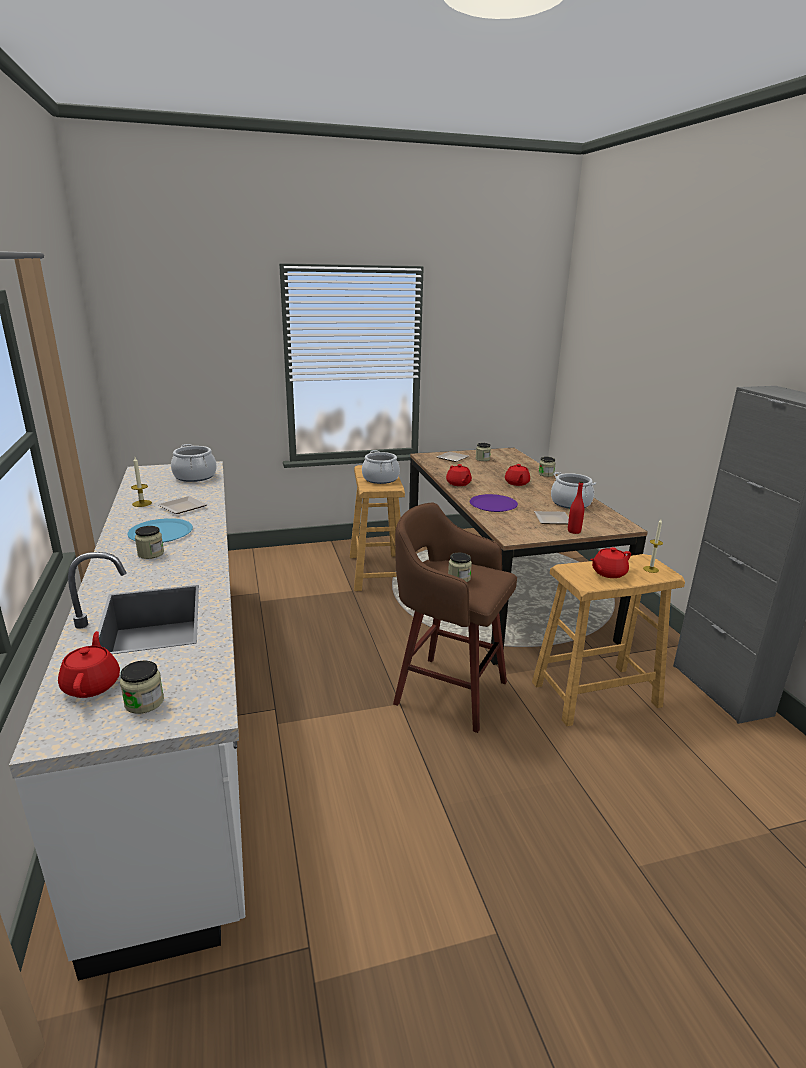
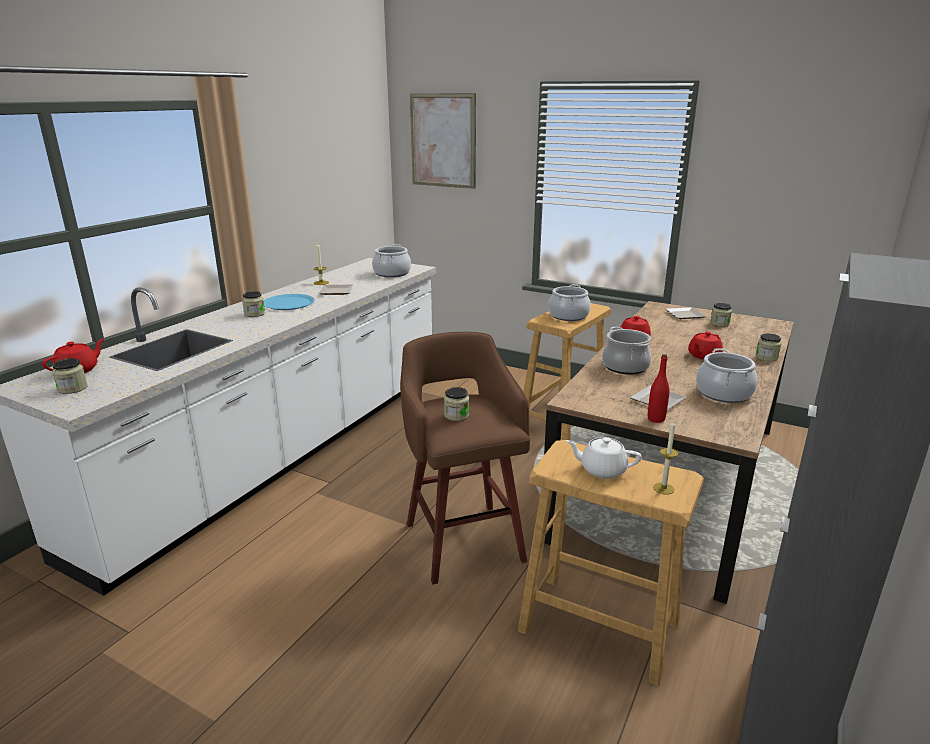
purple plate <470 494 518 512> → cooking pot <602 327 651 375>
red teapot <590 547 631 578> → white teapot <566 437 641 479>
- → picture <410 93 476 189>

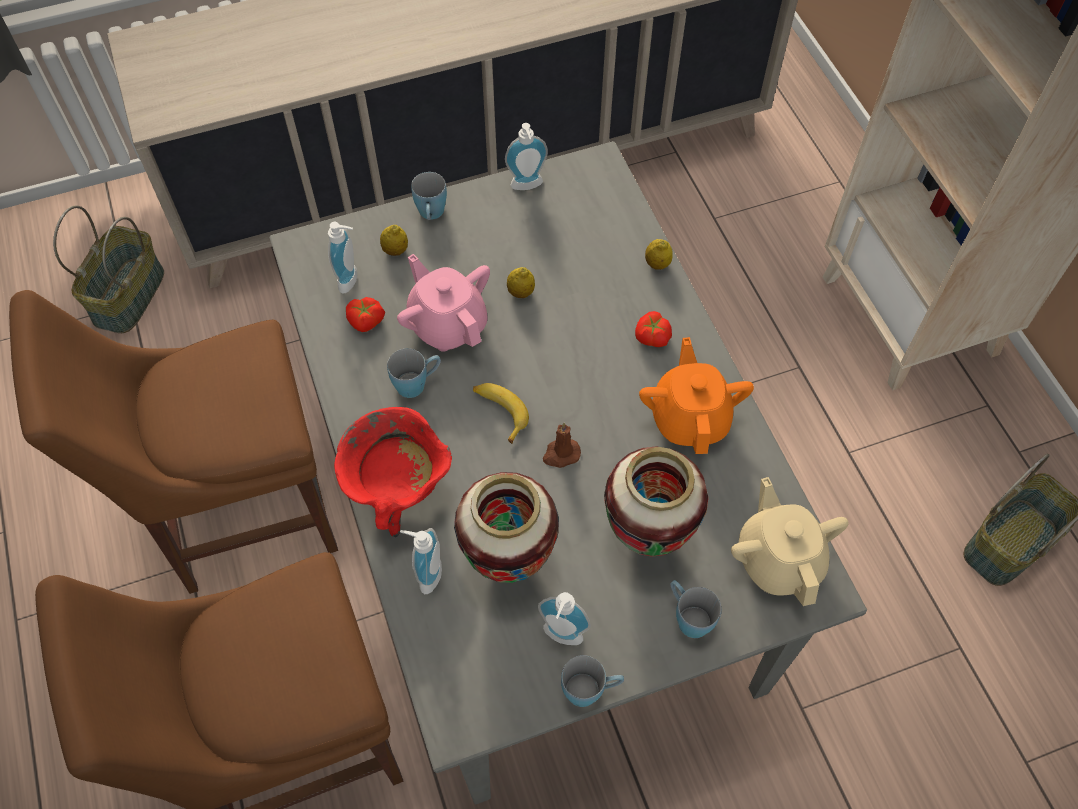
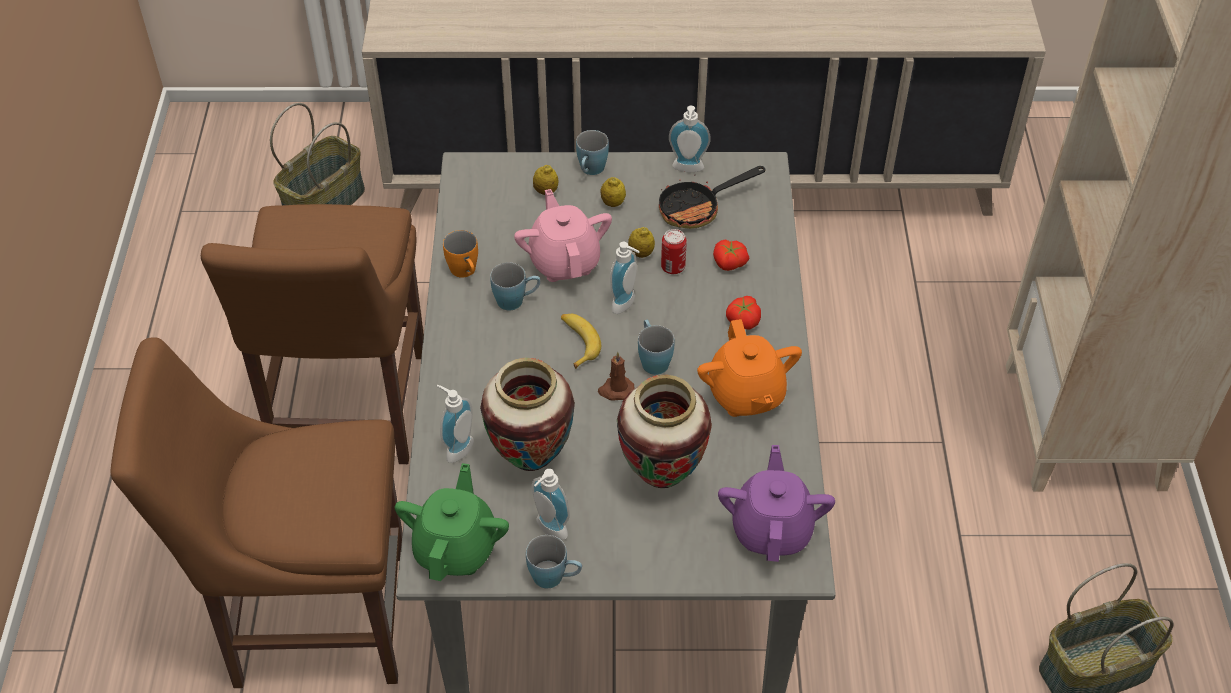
brown chair <9 290 338 594> → brown chair <201 204 424 464>, 90 degrees counterclockwise
soap dispenser <328 222 357 294> → soap dispenser <610 242 640 314>, move
red cooking pot <334 407 452 538> → -
tomato <346 297 385 332> → tomato <713 239 749 271>, move
orange teapot <639 337 754 454> → orange teapot <697 319 802 417>, 150 degrees clockwise
lemon <645 239 673 270> → lemon <600 177 626 207>, move
blue mug <670 580 721 638> → blue mug <638 320 675 375>, move
beige teapot <731 477 848 606> → purple teapot <718 445 835 562>
- → green teapot <395 463 509 581>
- → orange mug <443 230 478 278>
- → frying pan <659 166 765 229>
- → can <661 229 687 274>

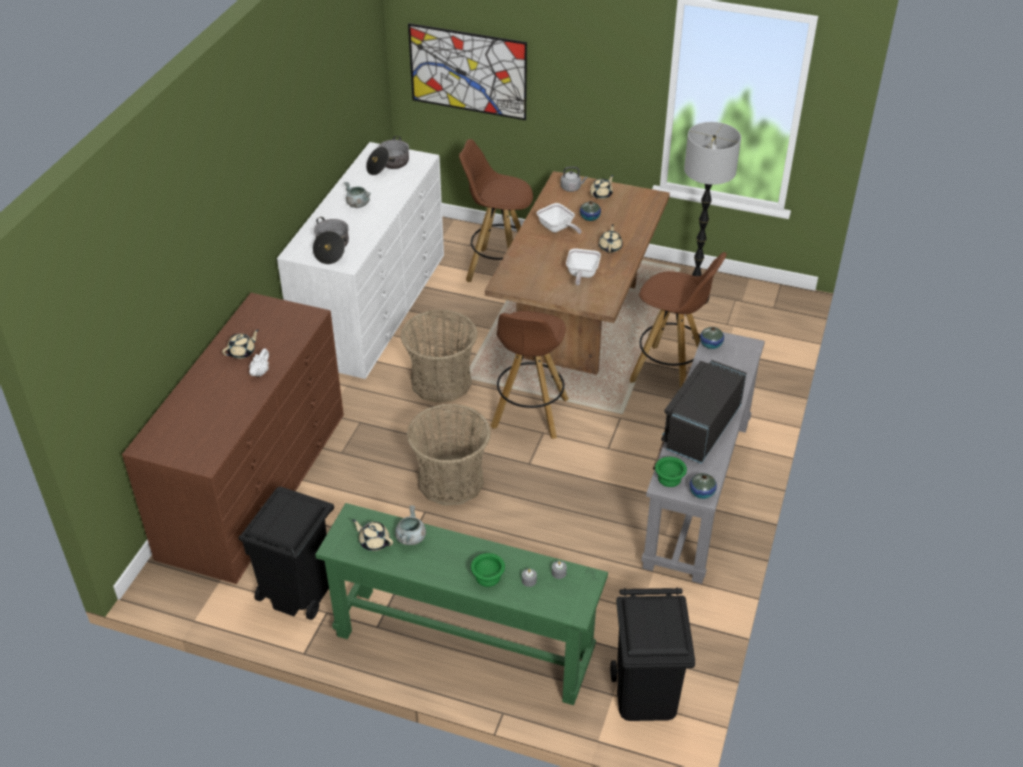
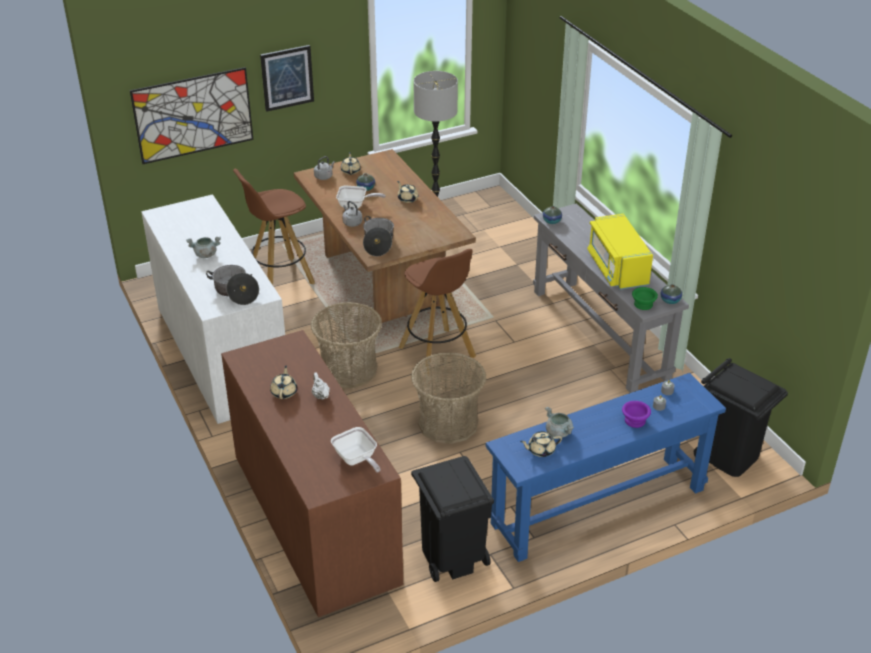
green console table <315 503 608 705> → blue console table <486 373 726 562>
cooking pot <366 136 409 175> → cooking pot <363 216 394 256>, move
green bowl <471 553 505 587> → purple bowl <622 401 651 428>
frying pan <566 249 601 286> → frying pan <331 427 381 473>, move
brown stool <630 252 727 388> → -
black microwave <661 360 746 464> → yellow microwave <587 214 653 290>
- → picture <260 45 314 112>
- → grey kettle <342 201 362 227>

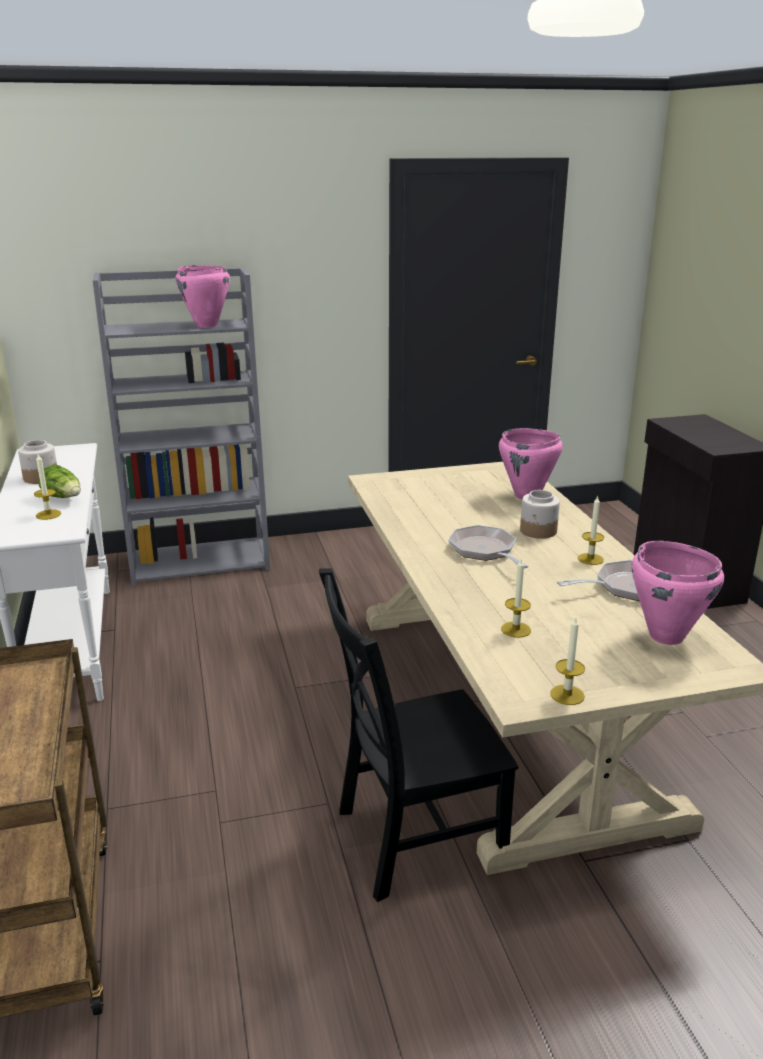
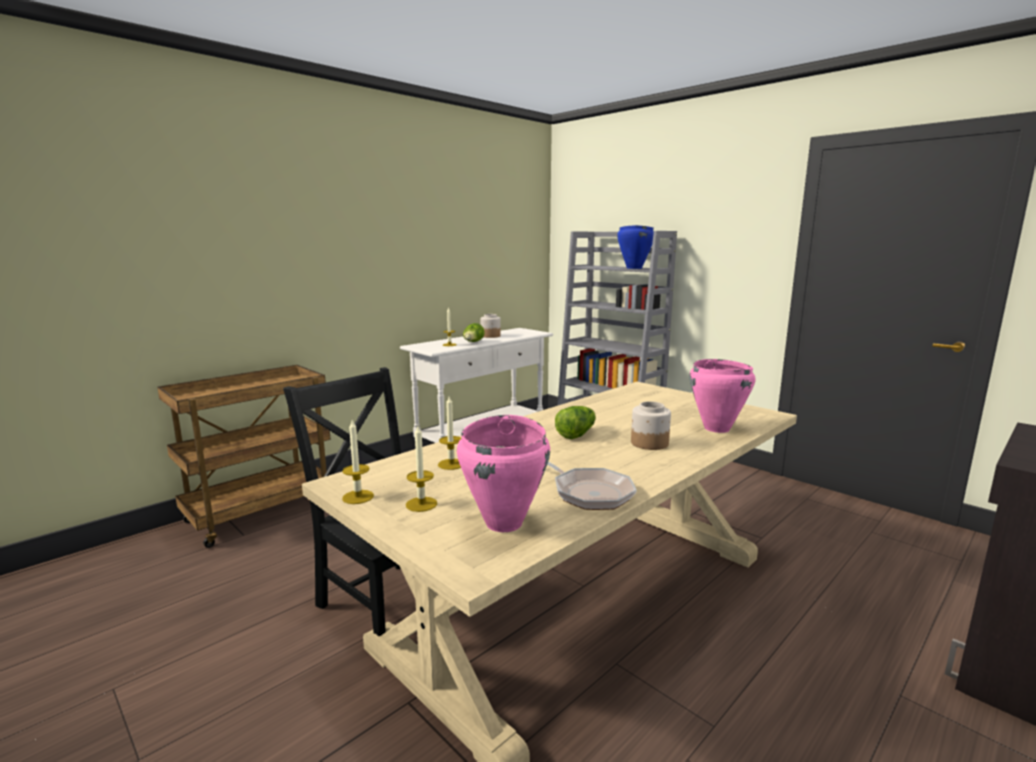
pink cooking pot <176 265 230 328> → blue cooking pot <617 225 654 269>
frying pan <448 525 529 568> → lettuce <555 406 596 439>
candle <578 495 604 565> → candle <406 426 437 512>, move

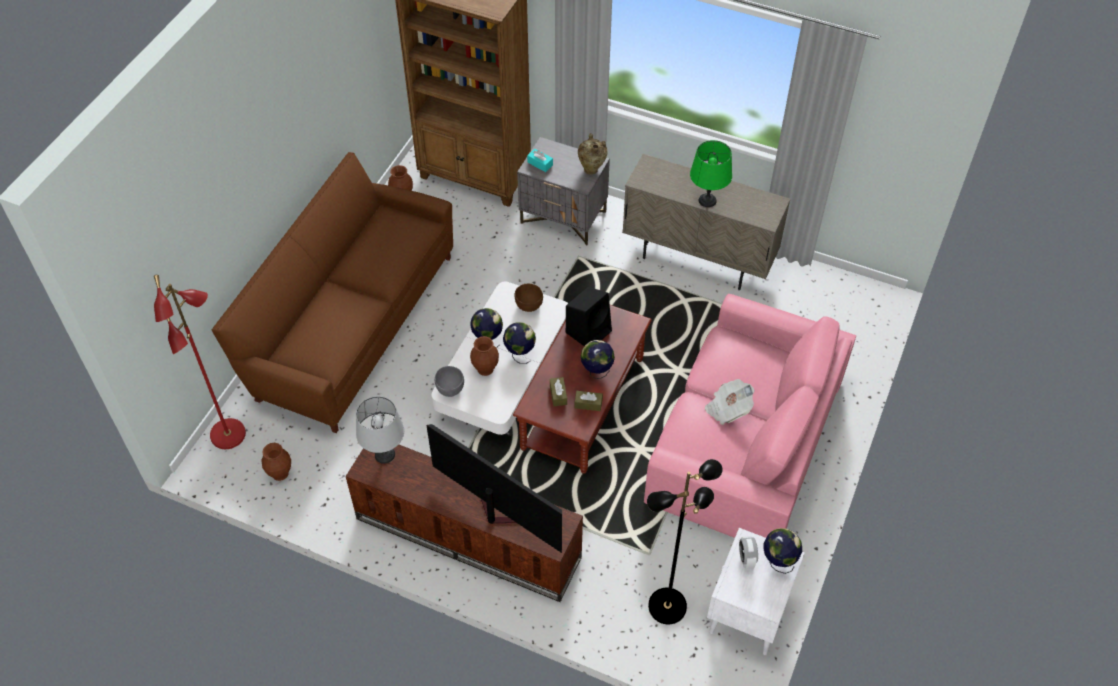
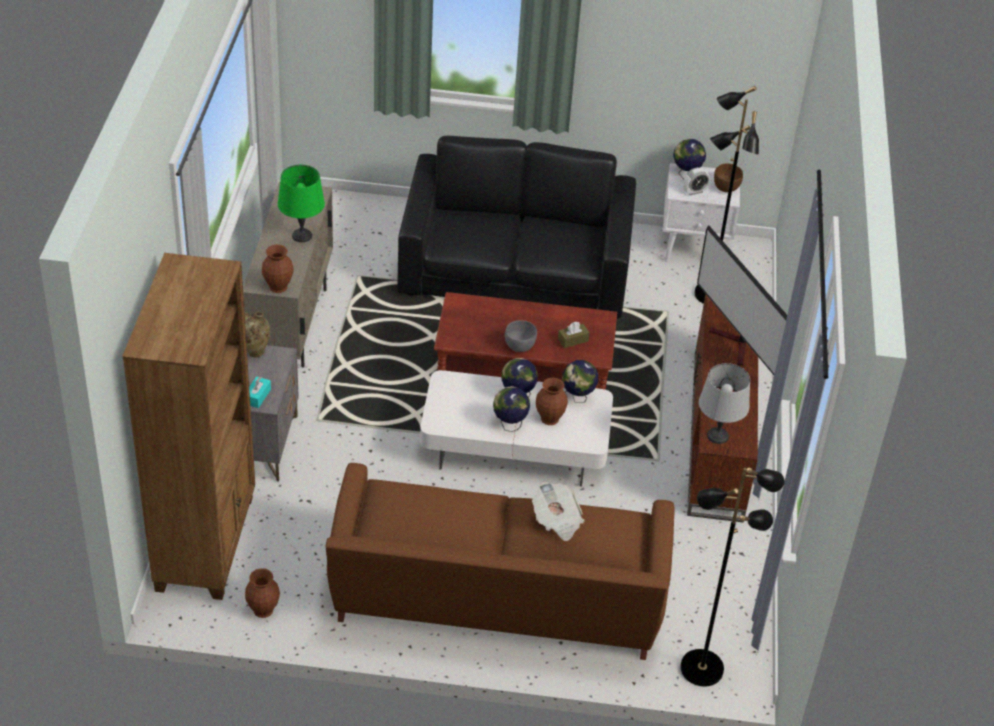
red floor lamp <154 275 246 449> → black floor lamp <680 467 785 686>
brown vase <261 443 291 481> → brown vase <262 244 294 293>, move
television <426 424 562 553> → television <697 225 787 375>, 45 degrees counterclockwise
grey bowl <435 366 464 397> → grey bowl <505 320 537 352>, move
brown bowl <515 284 543 312> → brown bowl <714 163 743 192>, move
black speaker <566 287 612 346> → -
brown tissue box <574 391 603 411> → -
globe <581 340 615 379> → globe <562 360 598 403>, move
pink sofa <644 294 856 538> → black sofa <397 136 636 318>
newspaper <705 379 755 425> → newspaper <532 482 584 541>, move

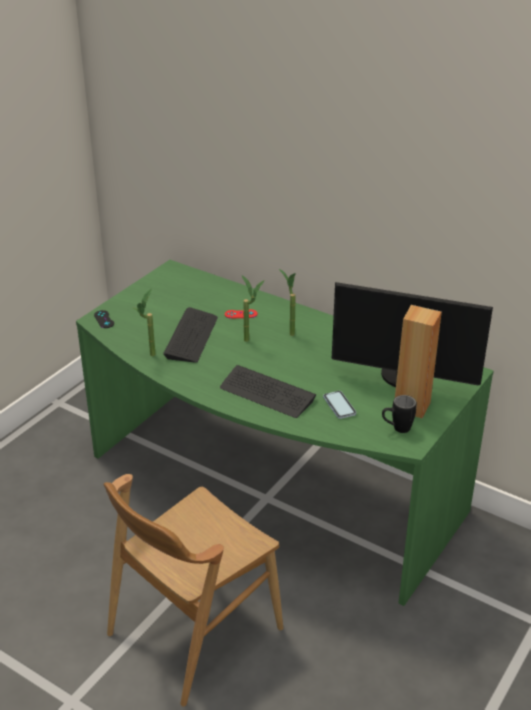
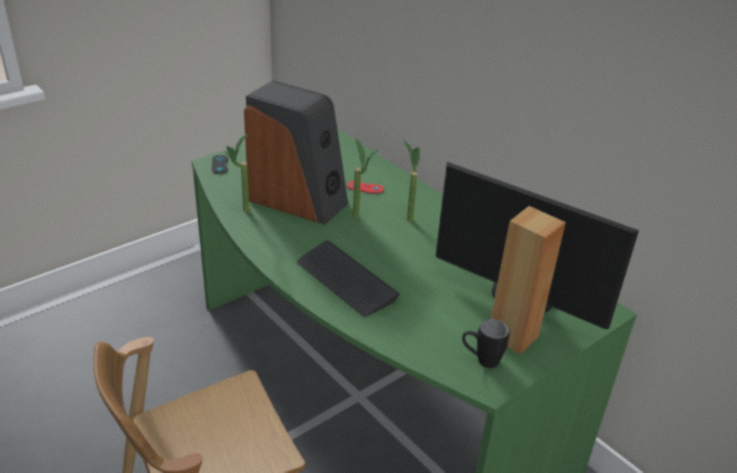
keyboard <163 307 218 363> → speaker <244 80 348 225>
phone <323 391 356 419> → -

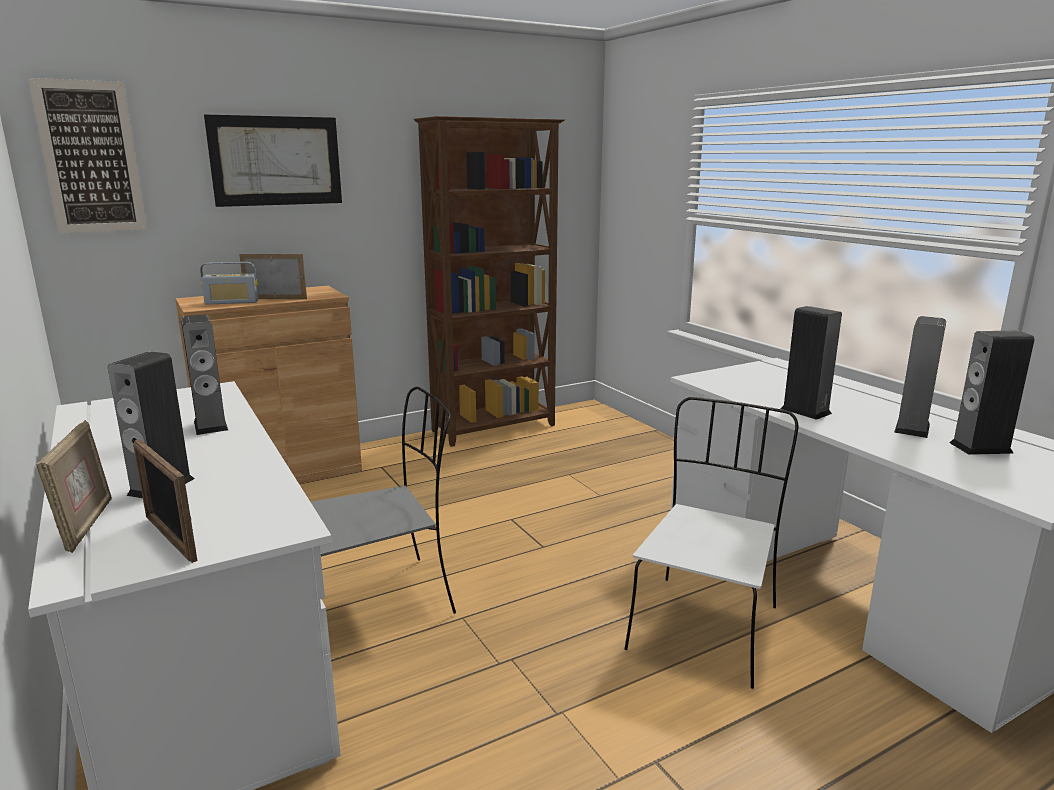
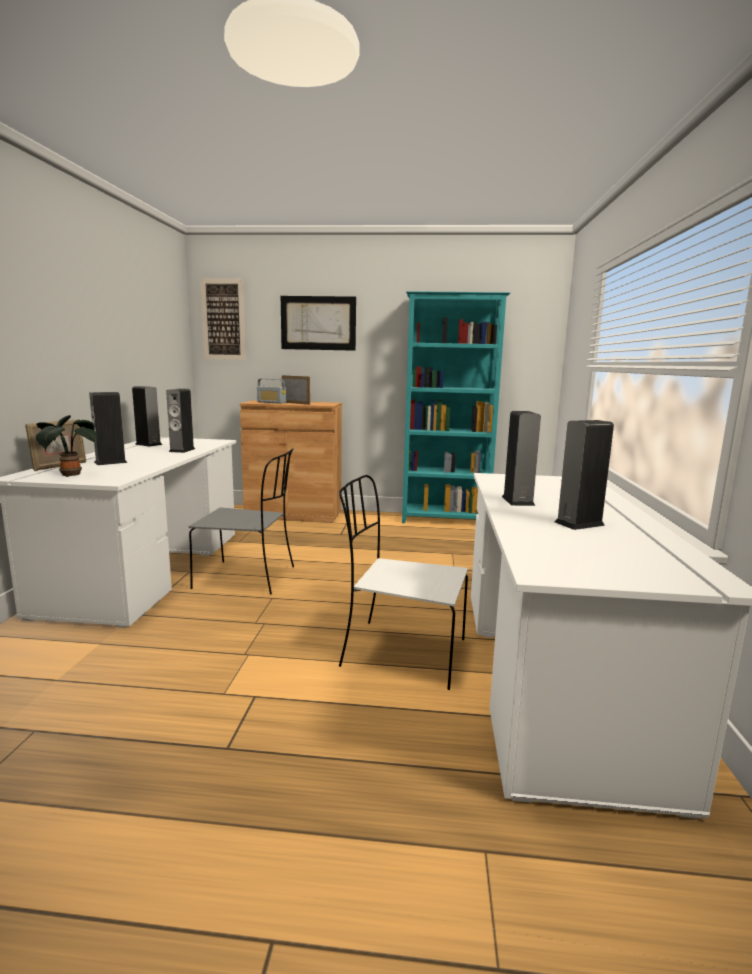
picture frame <133 439 198 563> → potted plant <36 415 98 477>
brown bookcase <414 116 565 447> → turquoise bookcase <402 291 510 523>
white chair <625 397 799 689> → white chair <339 475 468 690>, 135 degrees counterclockwise
speaker <949 331 1034 455> → speaker <132 386 162 447>, move

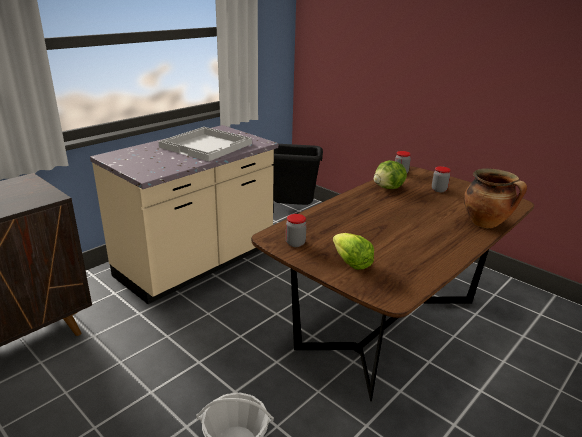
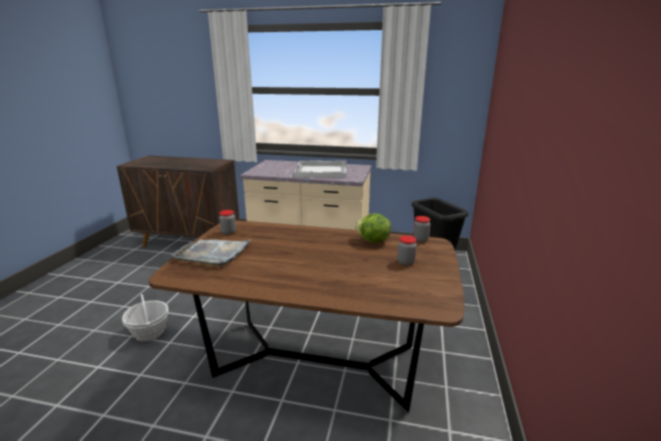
lettuce <333 233 374 270> → grey tray <171 239 251 266>
cooking pot <464 168 527 228> → -

